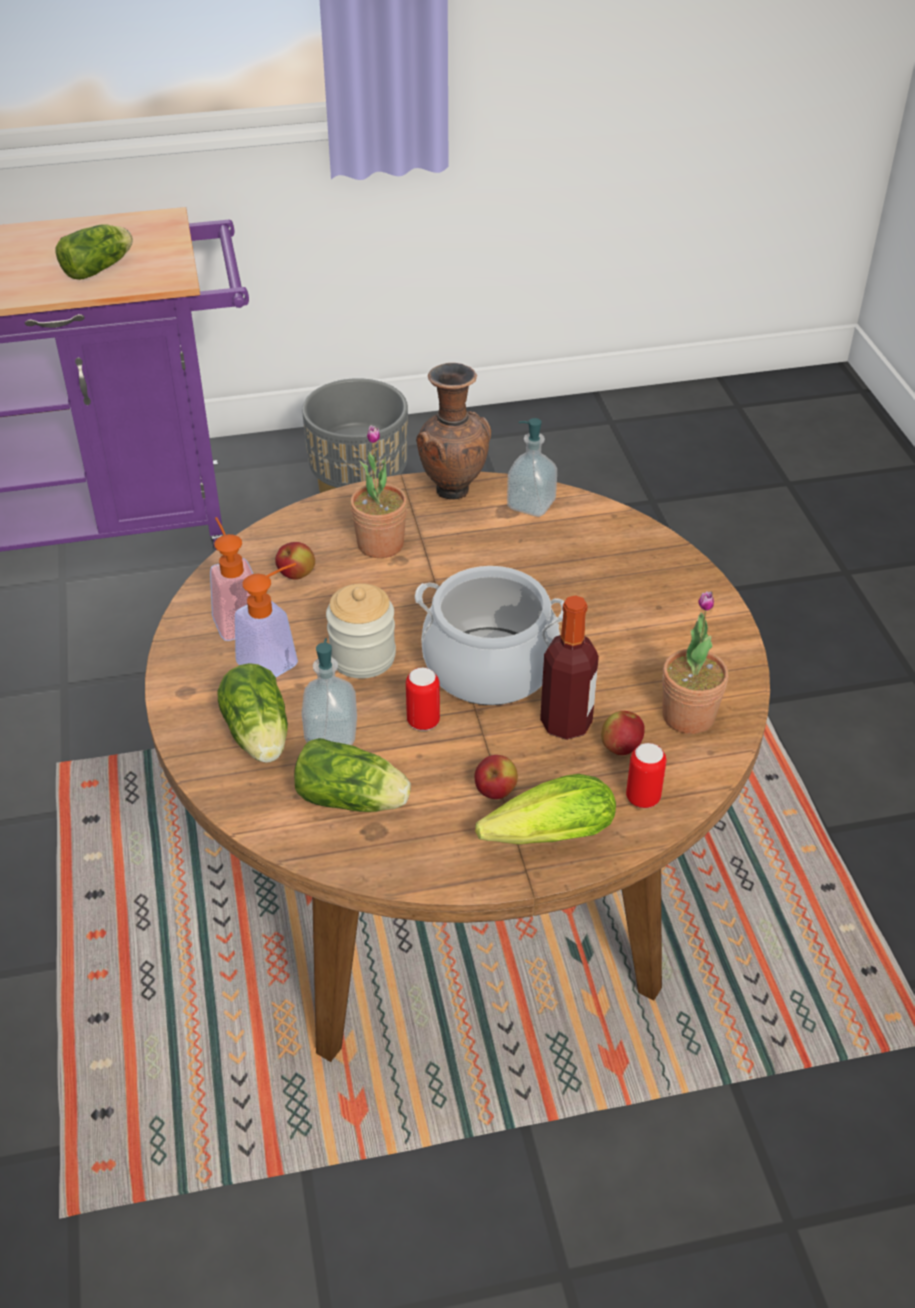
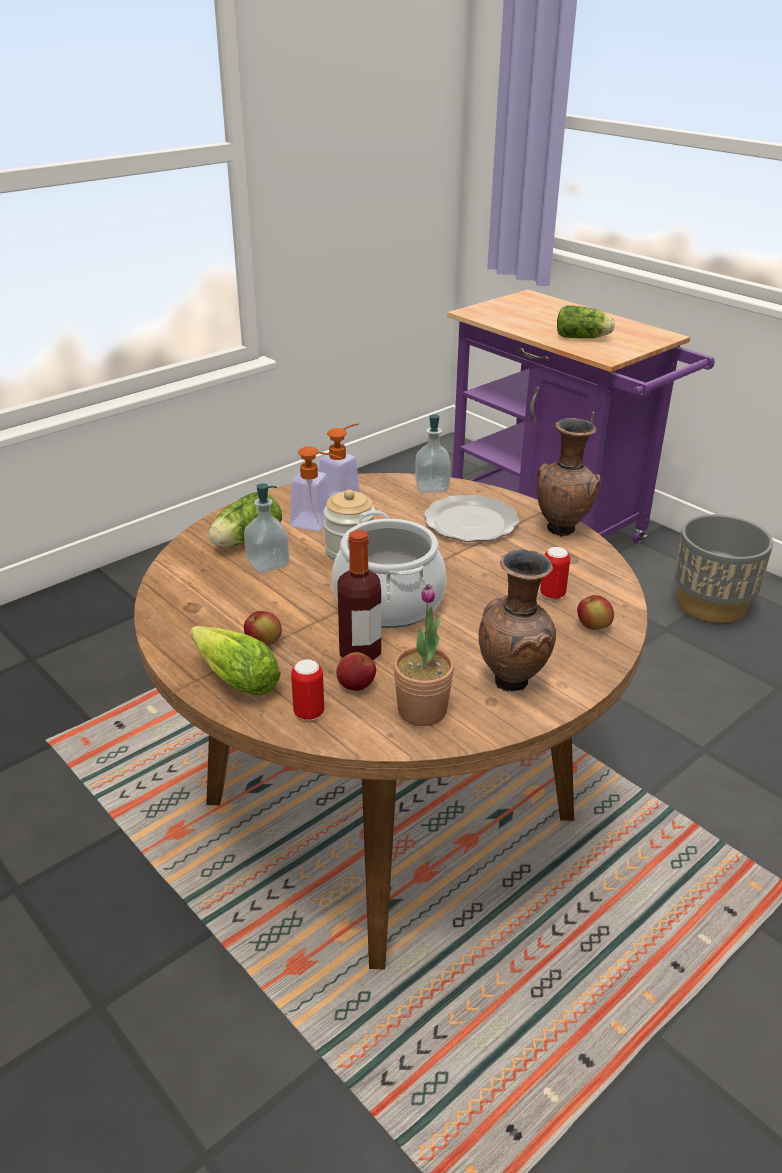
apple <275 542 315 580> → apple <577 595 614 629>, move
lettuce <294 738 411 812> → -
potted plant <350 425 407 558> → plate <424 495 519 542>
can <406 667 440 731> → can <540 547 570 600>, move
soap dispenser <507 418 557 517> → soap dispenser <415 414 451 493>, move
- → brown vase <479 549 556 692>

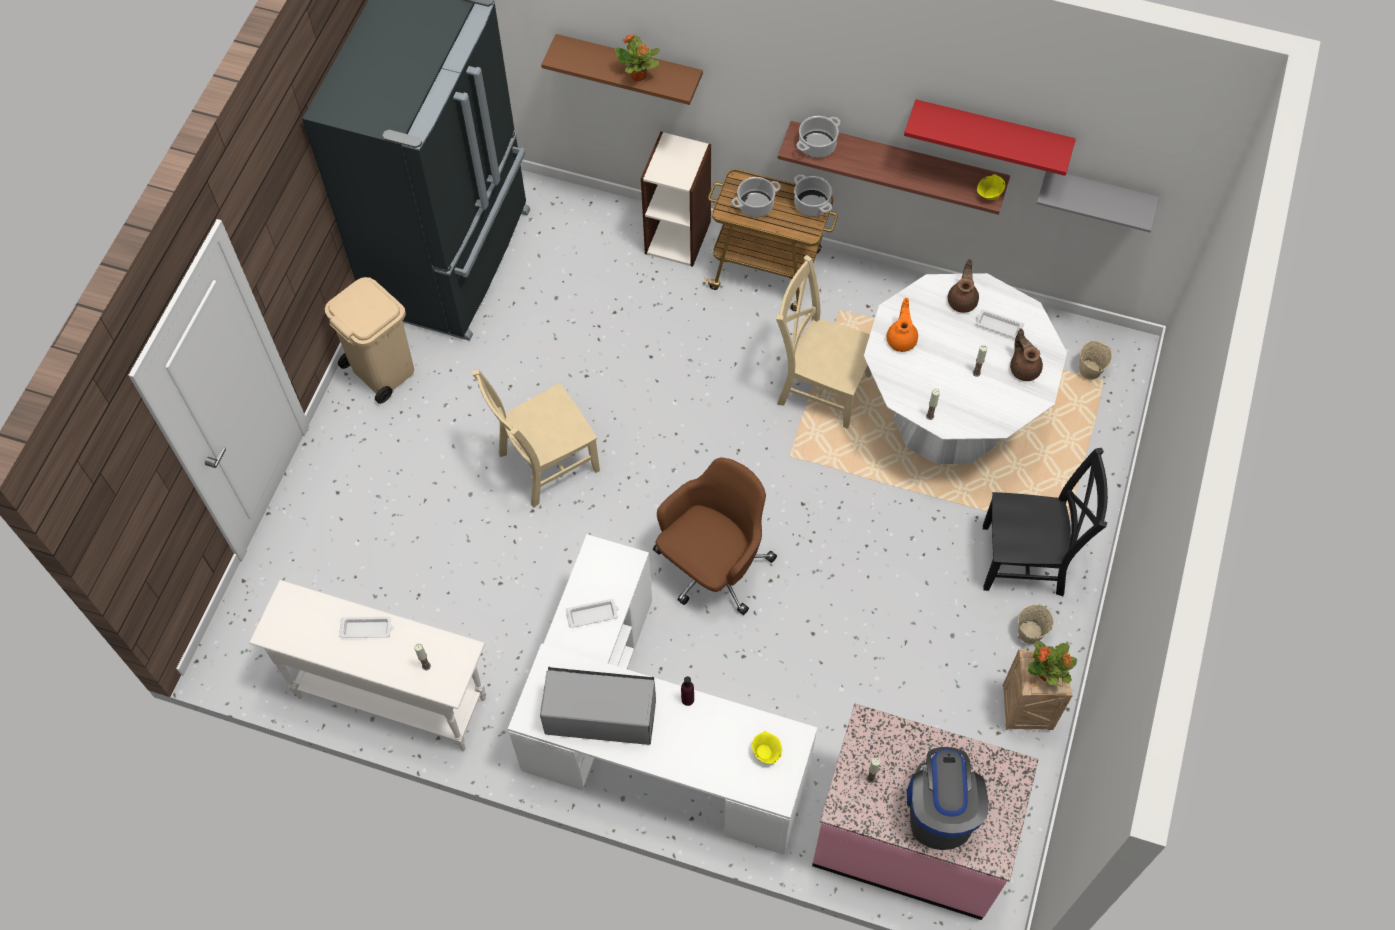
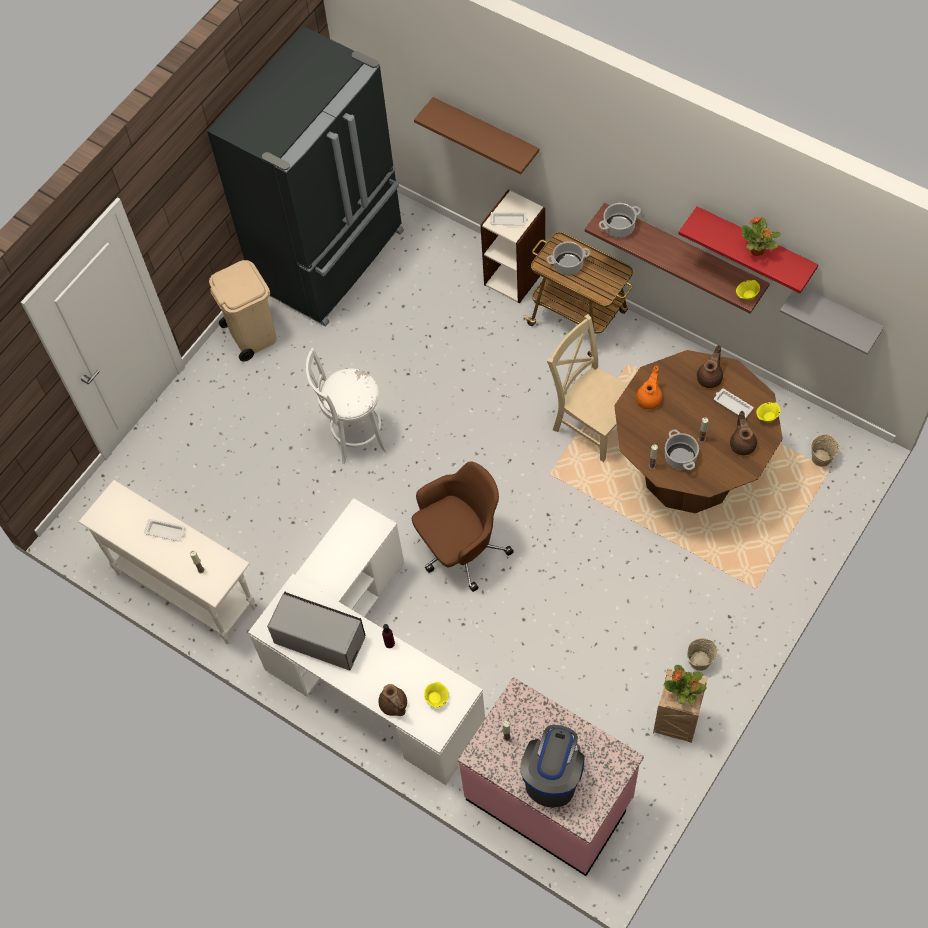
beige chair <472 369 600 508> → white stool <306 348 388 464>
white tray <566 599 619 628> → white tray <490 212 528 225>, move
potted plant <615 34 660 81> → potted plant <742 217 781 256>, move
cooking pot <794 175 832 217> → cooking pot <665 429 699 470>, move
white dining table <864 273 1067 464> → brown dining table <614 350 783 513>
black chair <983 448 1108 596> → -
- → brown teapot <378 684 407 716>
- → yellow bowl <756 402 781 423>

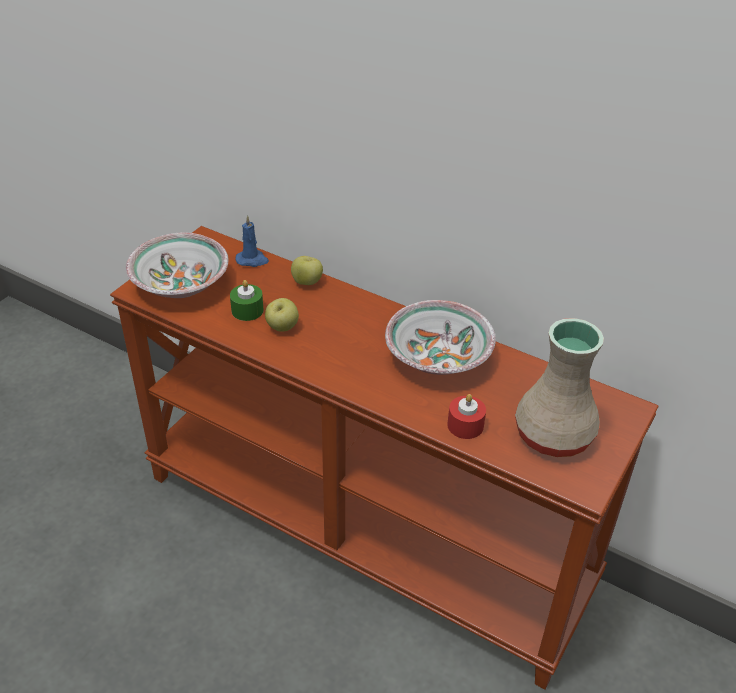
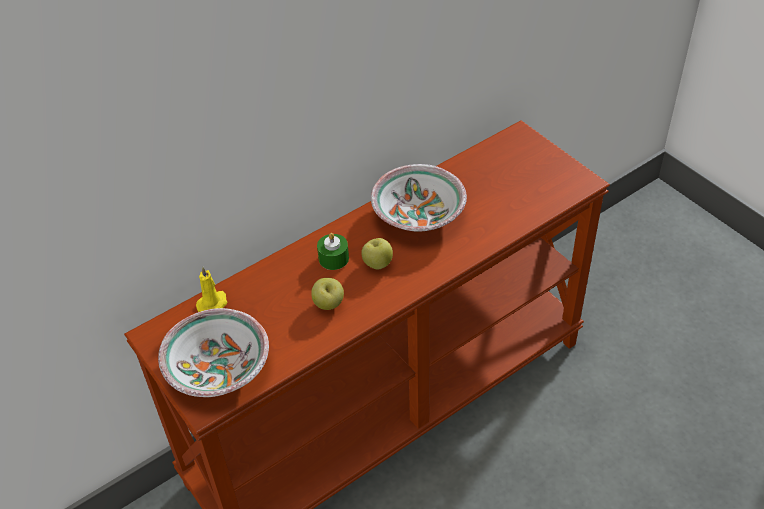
green candle <230 280 264 321> → green candle <317 233 349 270>, move
blue candle <235 215 269 267> → yellow candle <196 267 228 312>
apple <291 256 323 285> → apple <361 238 393 269>, move
red candle <447 394 486 439> → -
beige vase <515 318 604 457> → -

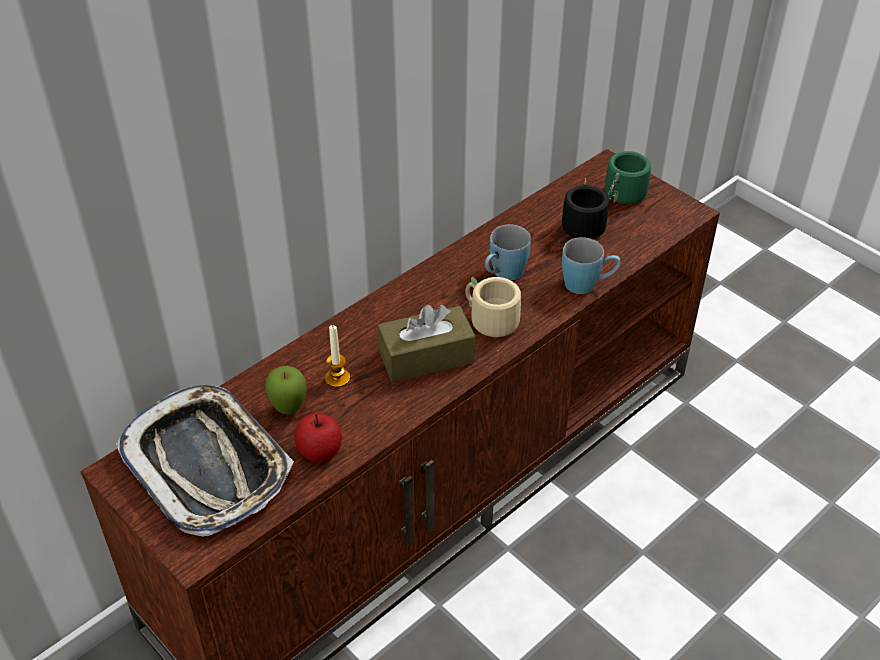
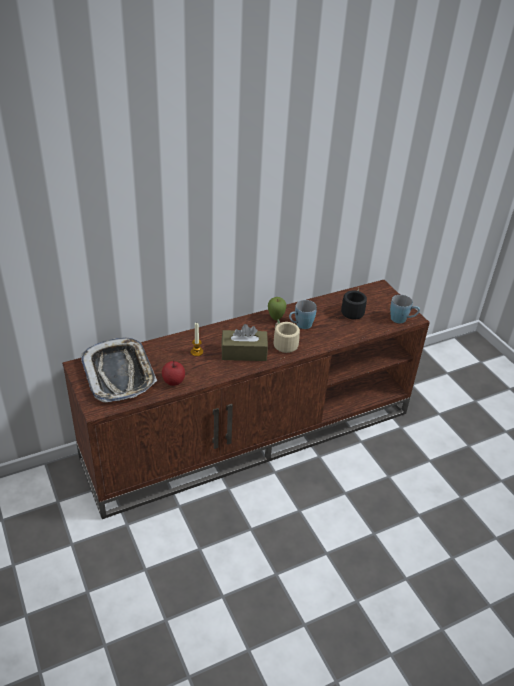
apple <265 366 306 415> → apple <268 297 287 321>, move
blue mug <562 237 620 294> → blue mug <390 295 420 323>, move
green mug <605 151 661 204> → -

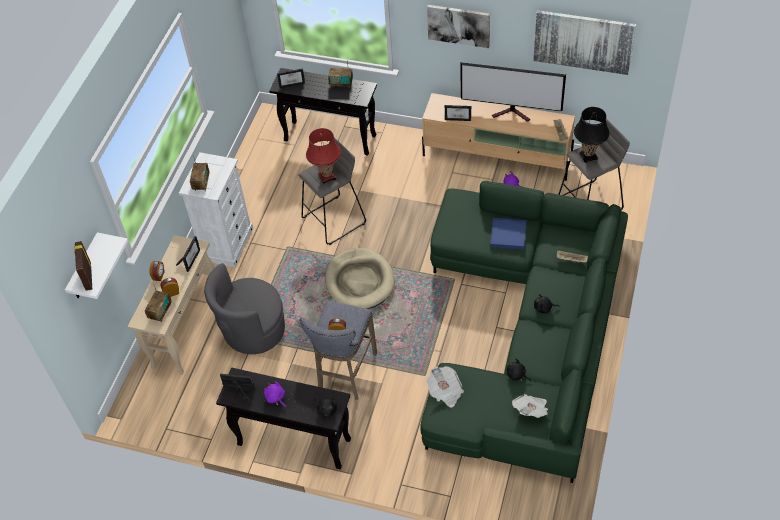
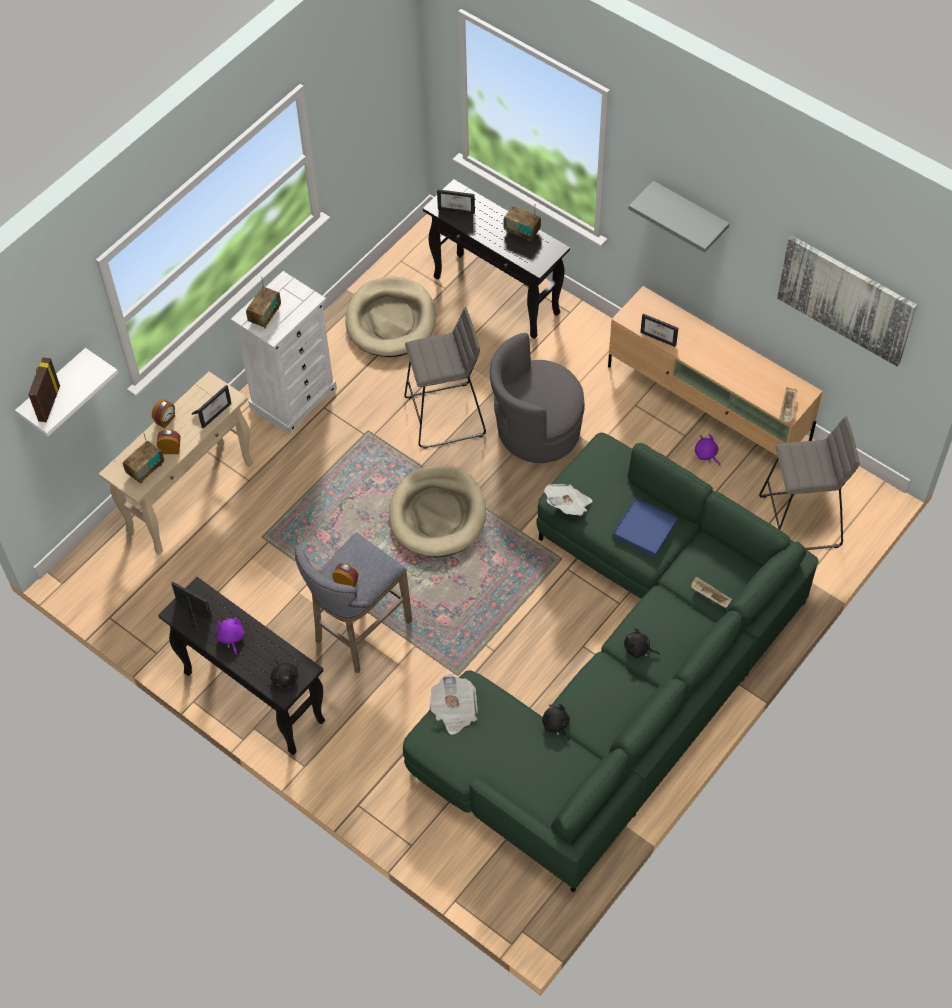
grey armchair <204 263 285 354> → grey armchair <490 333 585 463>, move
red table lamp <306 128 341 184> → -
picture <427 5 490 48> → grey shelf <629 181 730 253>
television <461 62 566 122> → -
newspaper <512 394 548 418> → newspaper <544 484 592 516>, move
black table lamp <574 107 610 163> → -
- → beige dog bed <345 277 436 357>

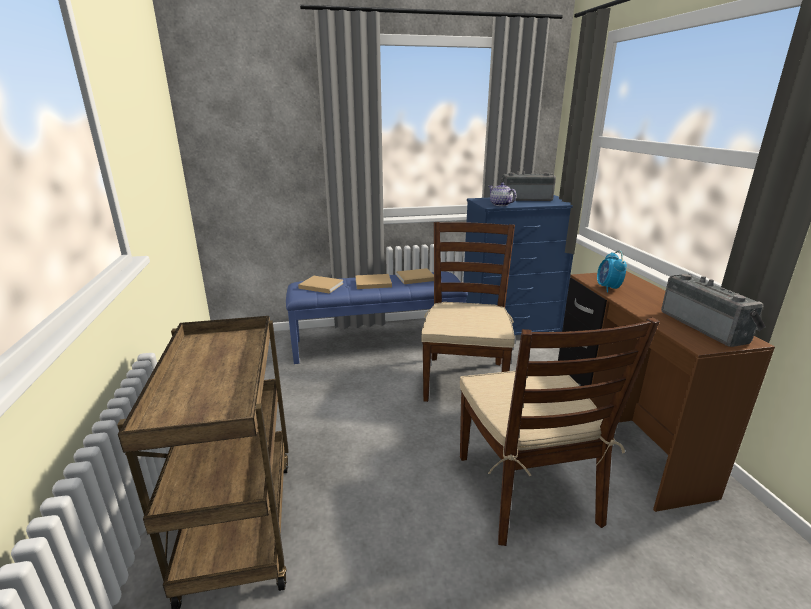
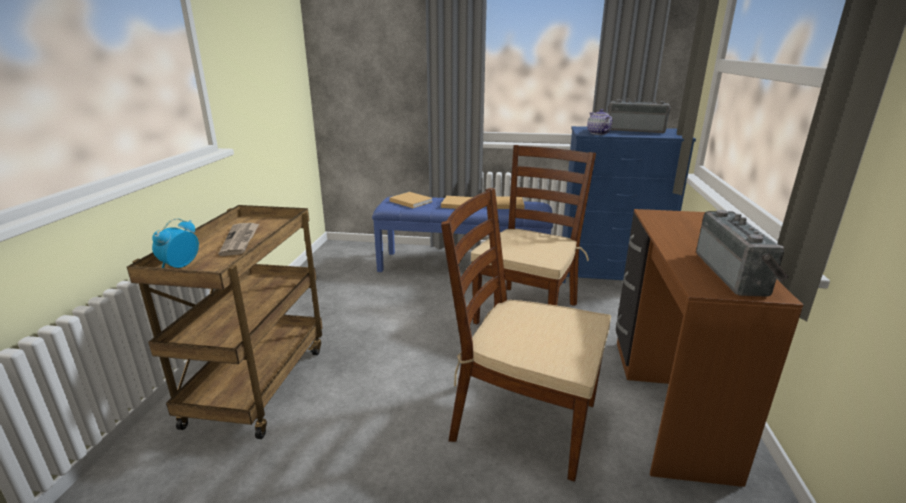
brown chair <460 317 660 546> → brown chair <441 188 611 482>, 105 degrees clockwise
alarm clock <597 250 627 293> → alarm clock <152 218 199 268>, move
- → newspaper <218 223 259 256>

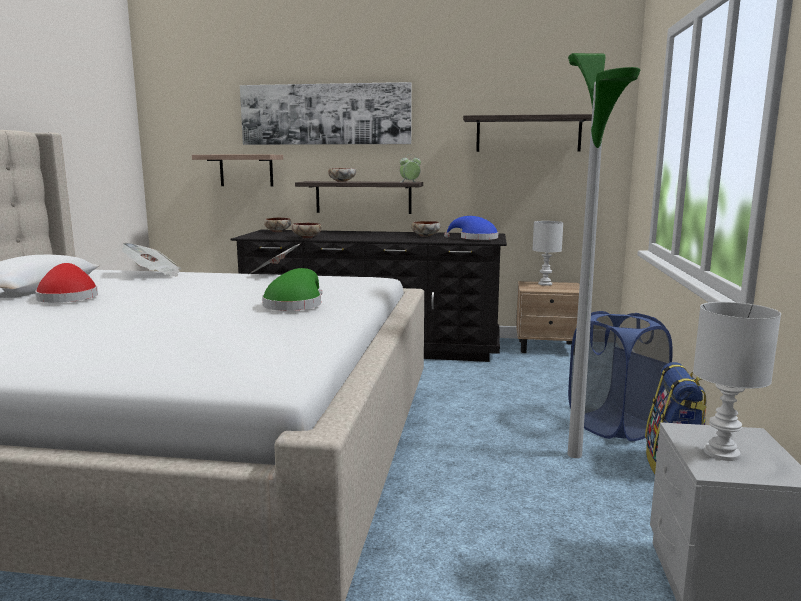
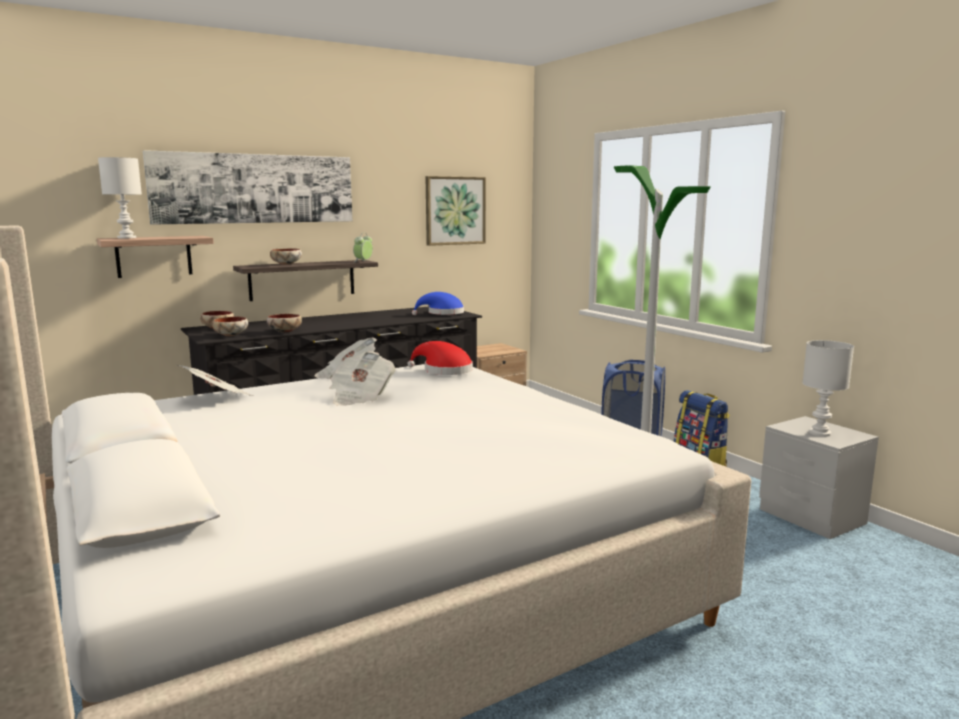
red hat <35 263 98 303> → red hat <407 341 473 375>, move
green hat <262 268 323 311> → -
bowl <411 221 441 237> → bowl <212 316 248 336>, move
shelf <463 114 592 152> → picture <426 176 486 246>
white table lamp <533 221 563 286> → white table lamp <98 157 142 238>, move
- → newspaper <330 351 395 406>

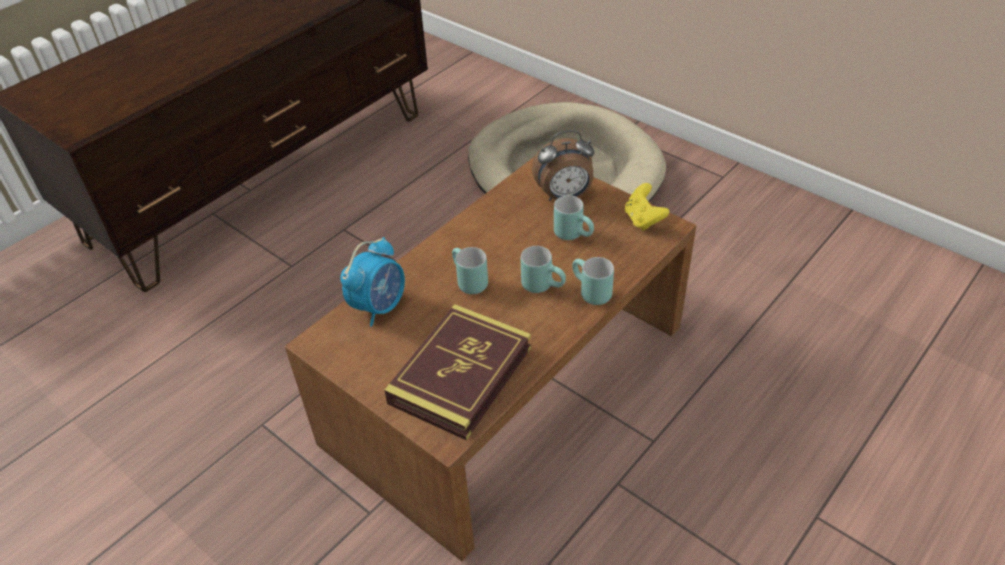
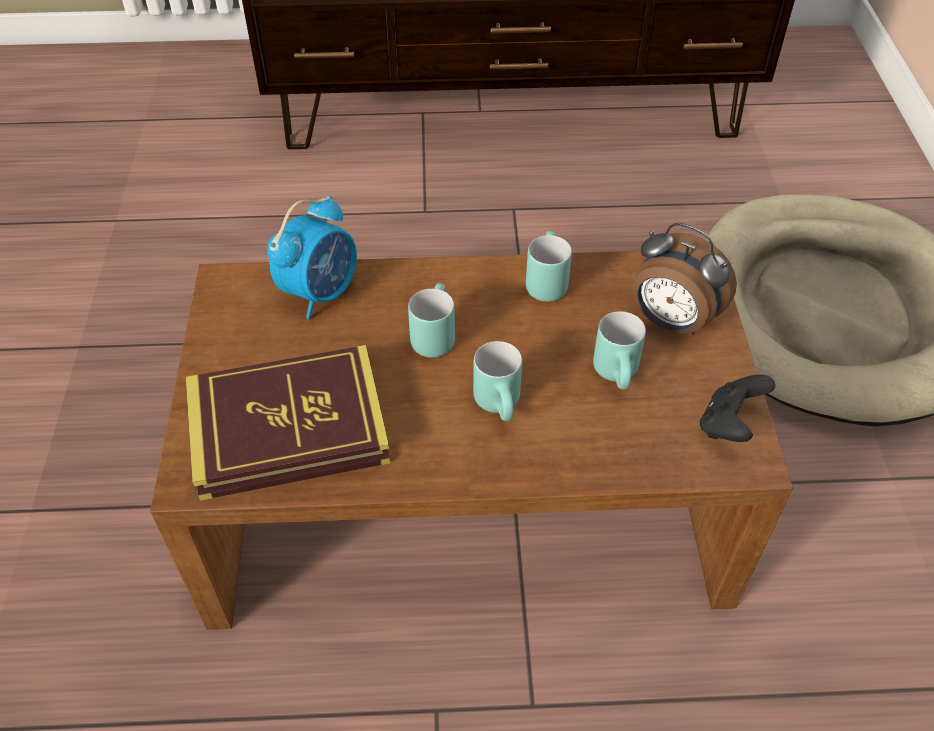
alarm clock <340 237 405 327> → alarm clock <267 195 357 319>, 45 degrees counterclockwise
turquoise mug <572 257 614 305> → turquoise mug <526 231 572 302>, move
yellow game controller <625 183 669 231> → black game controller <700 374 775 442>

